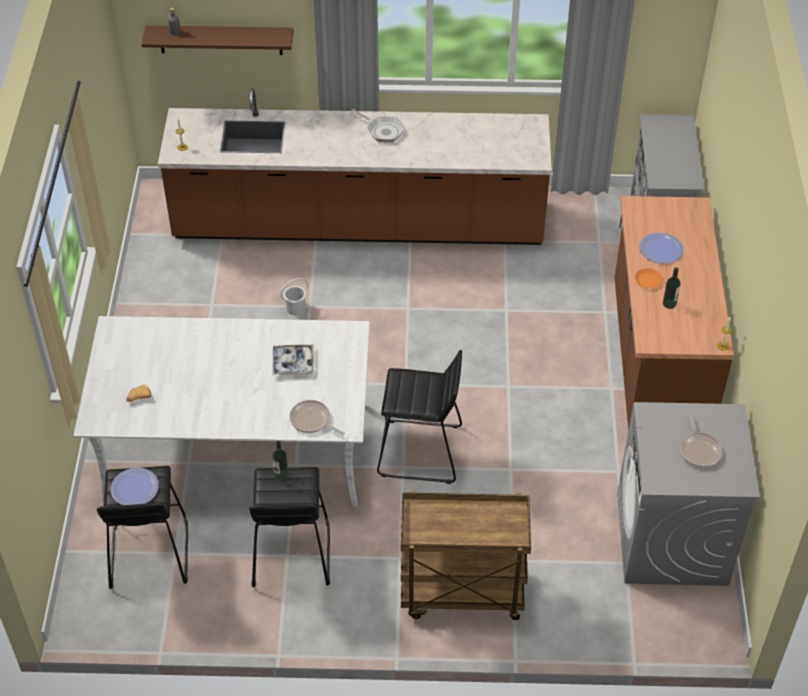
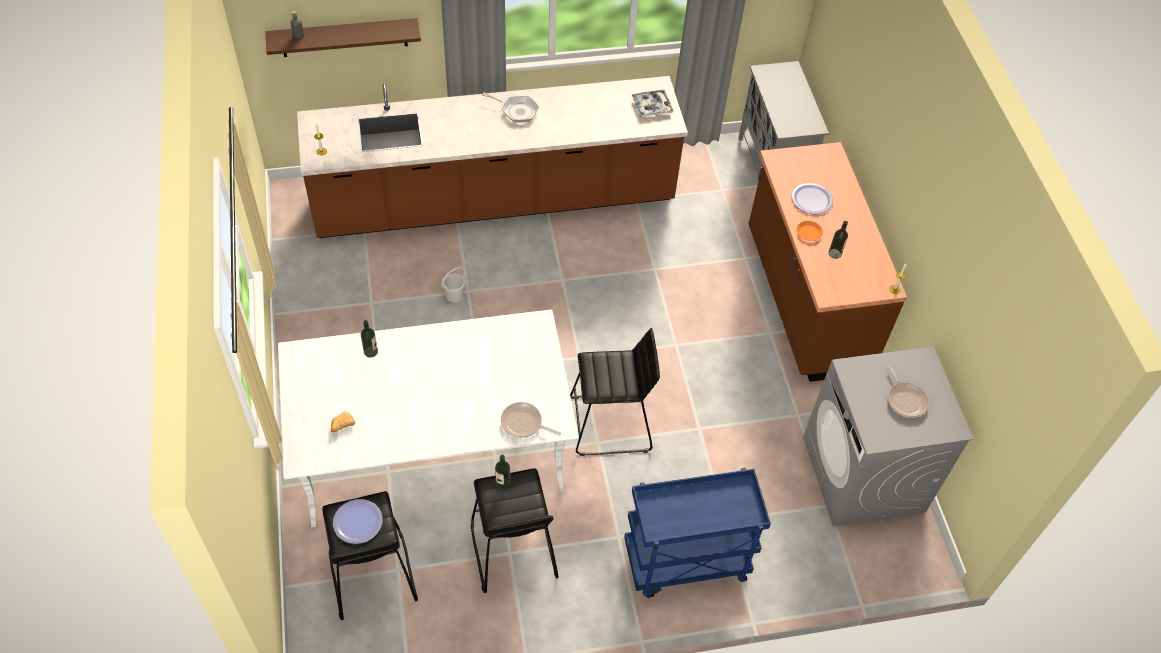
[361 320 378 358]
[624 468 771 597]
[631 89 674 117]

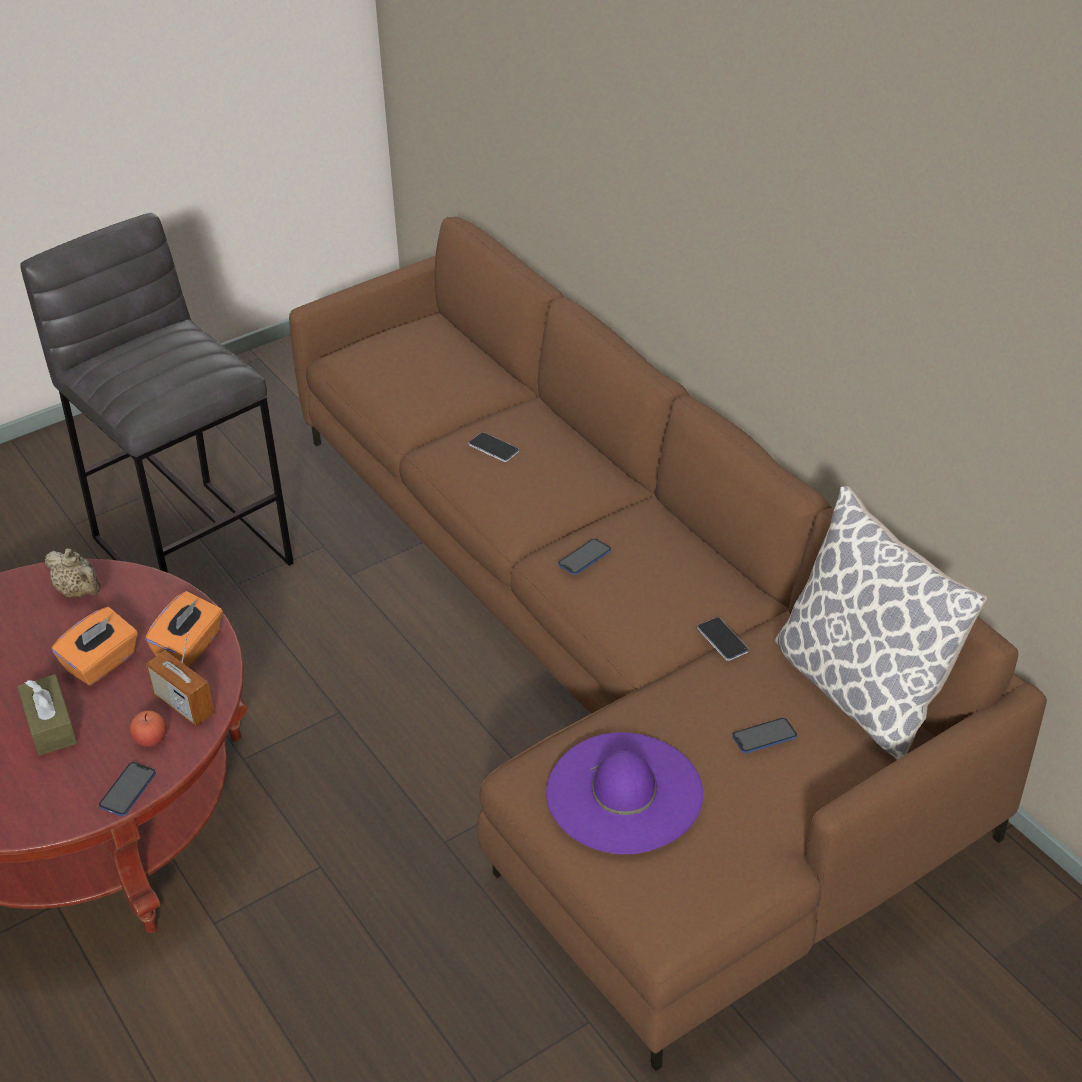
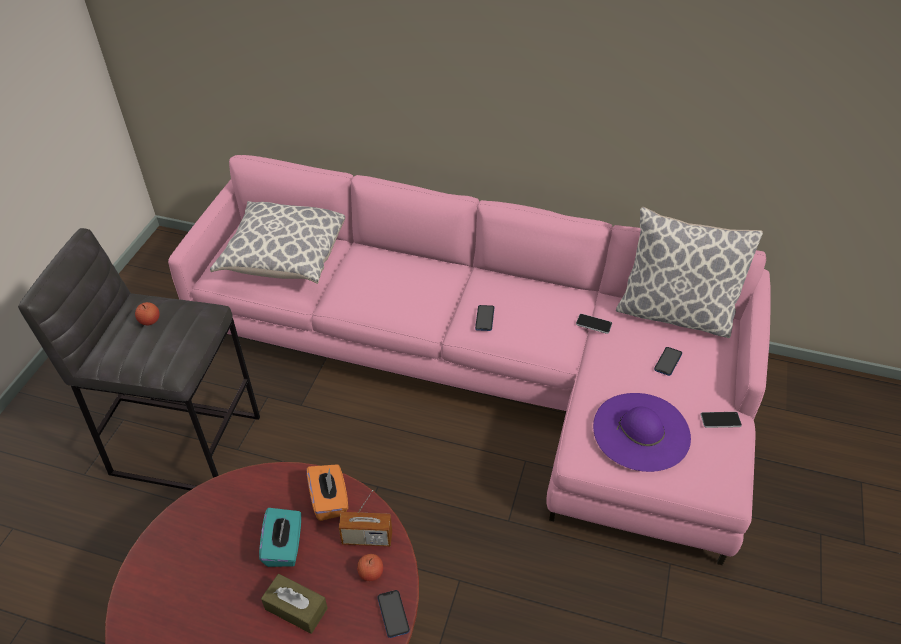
[135 302 160 325]
[168 155 771 565]
[210 201 345 284]
[259 508 301 567]
[701 412 742 428]
[45 548 100 597] (first image)

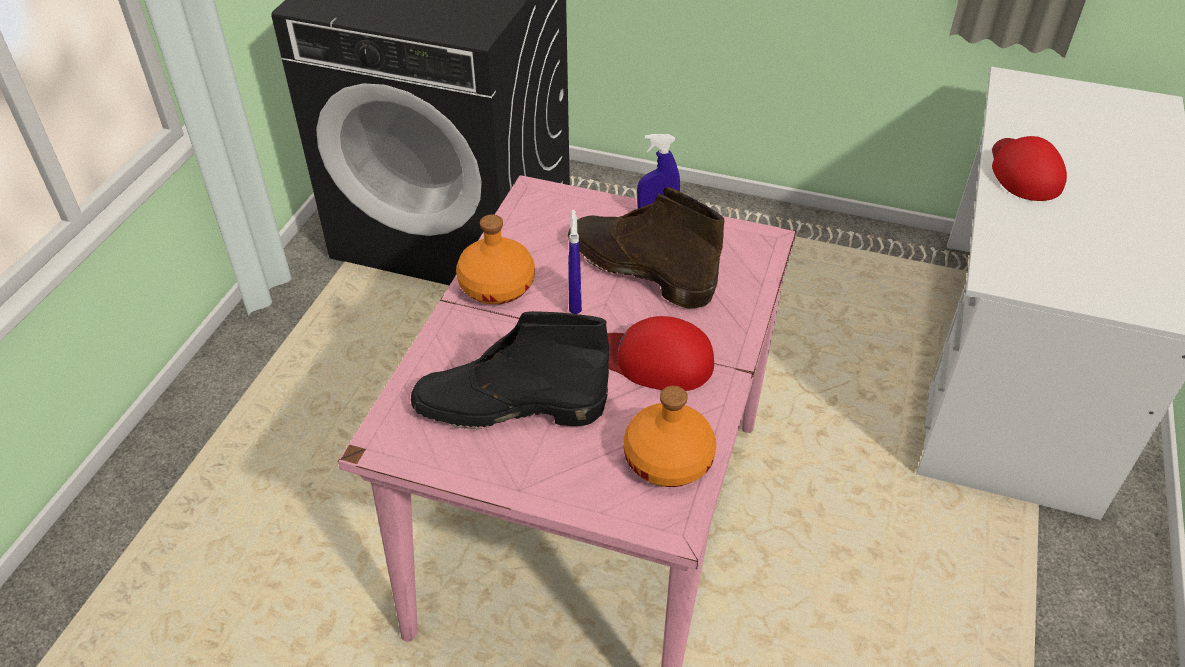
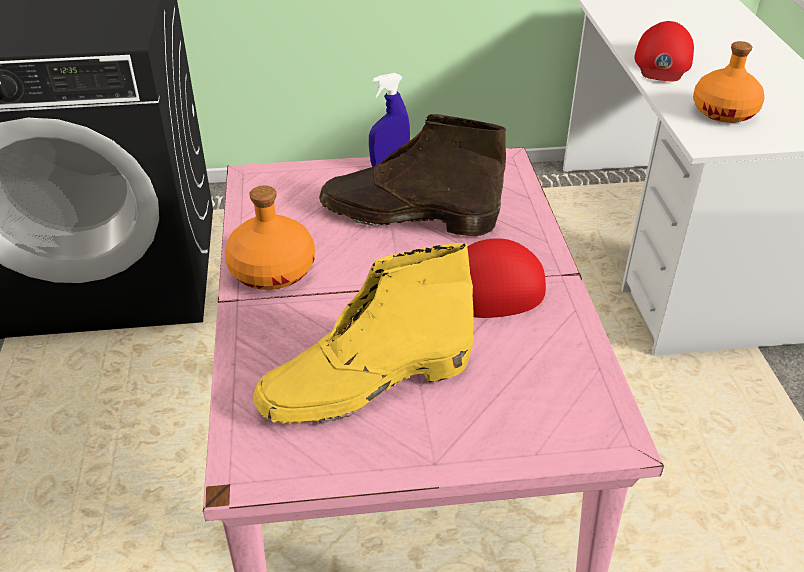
[253 243 474 424]
[634 21 694 81]
[693 41 764 123]
[568 210 582 314] (first image)

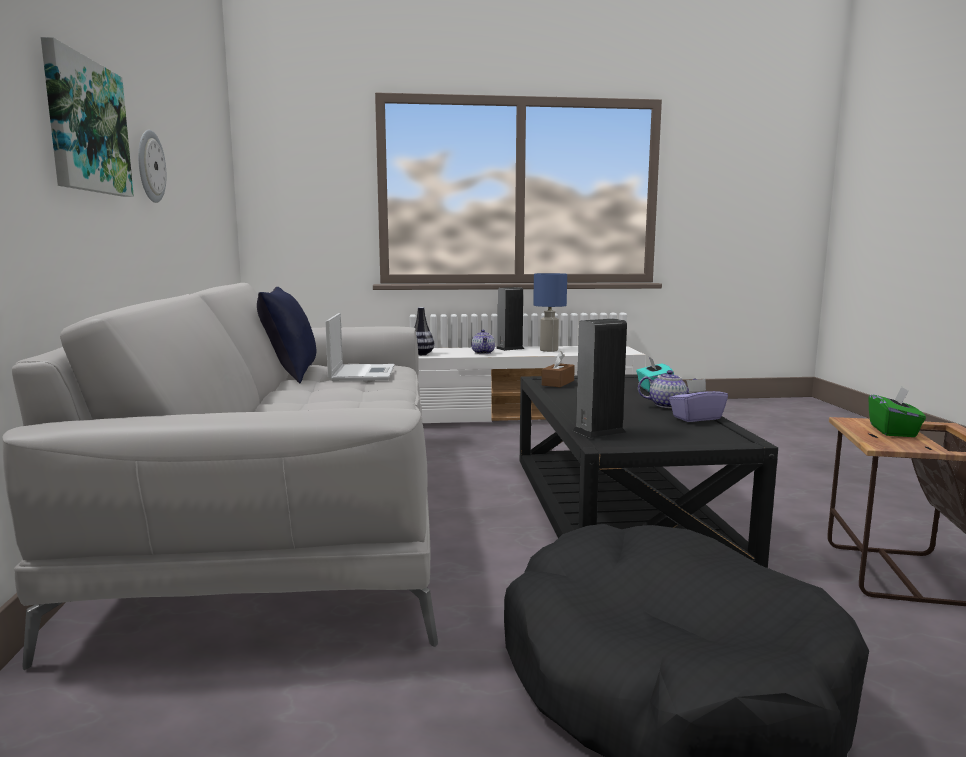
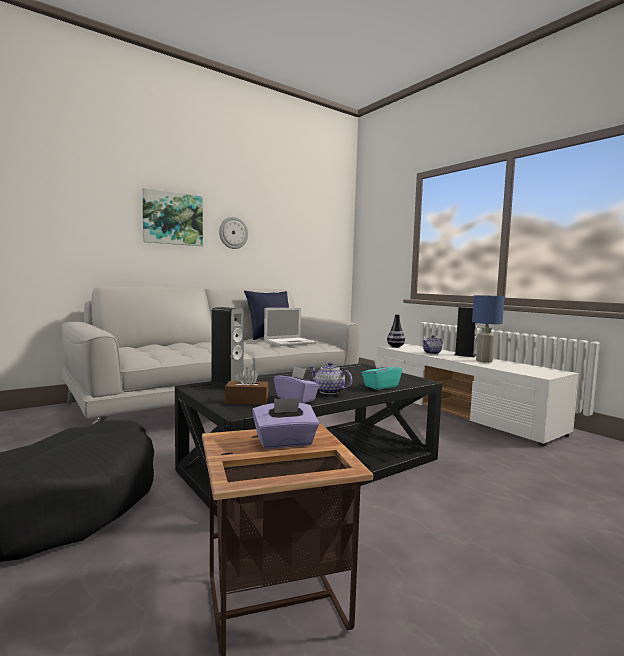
[225 367 268 404]
[252 398 319 449]
[310 362 352 394]

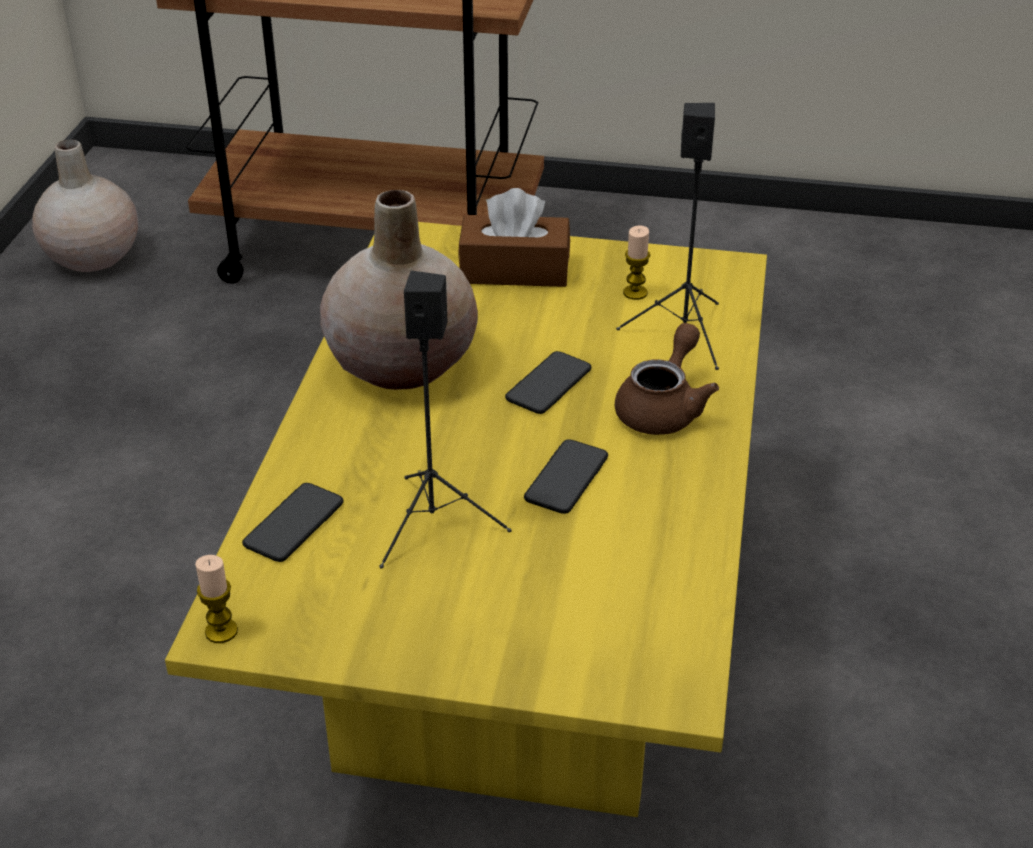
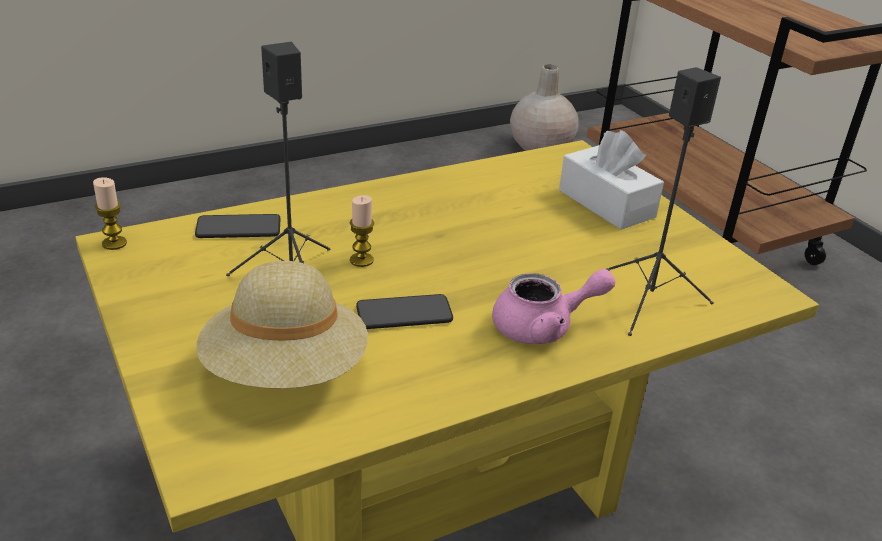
[196 261 368 389]
[350 195 374 267]
[492 269 615 344]
[559 130 664 230]
[320 190 478 390] (first image)
[505 351 591 414] (first image)

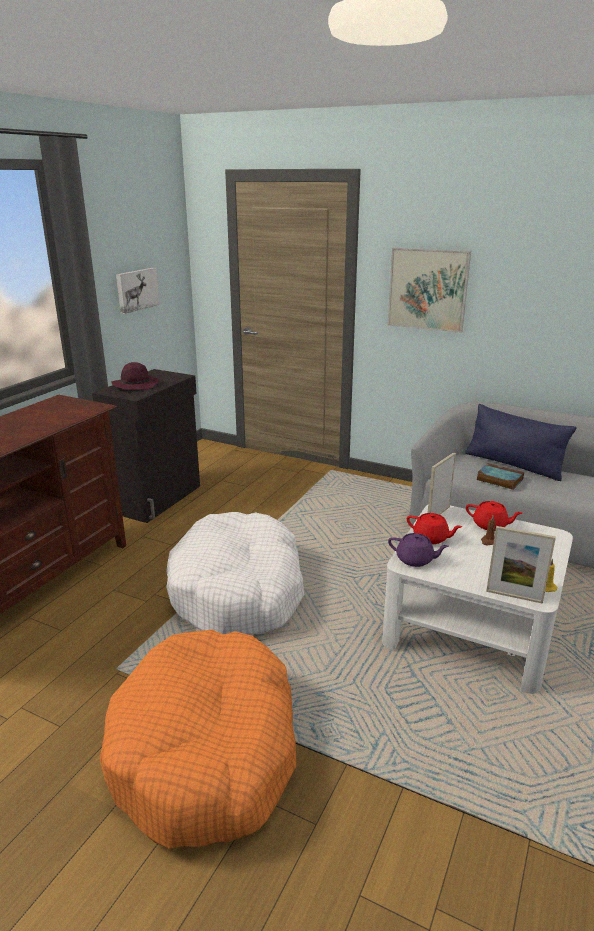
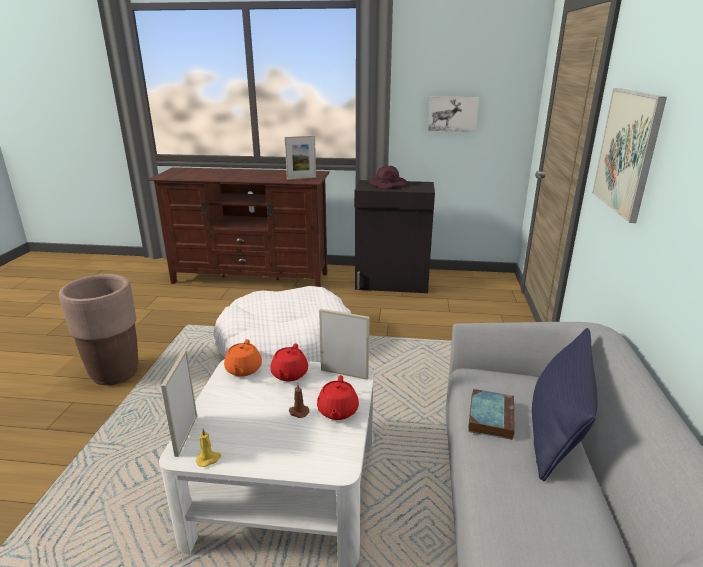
[59 274 138 385]
[224 339 262 377]
[285 135 316 180]

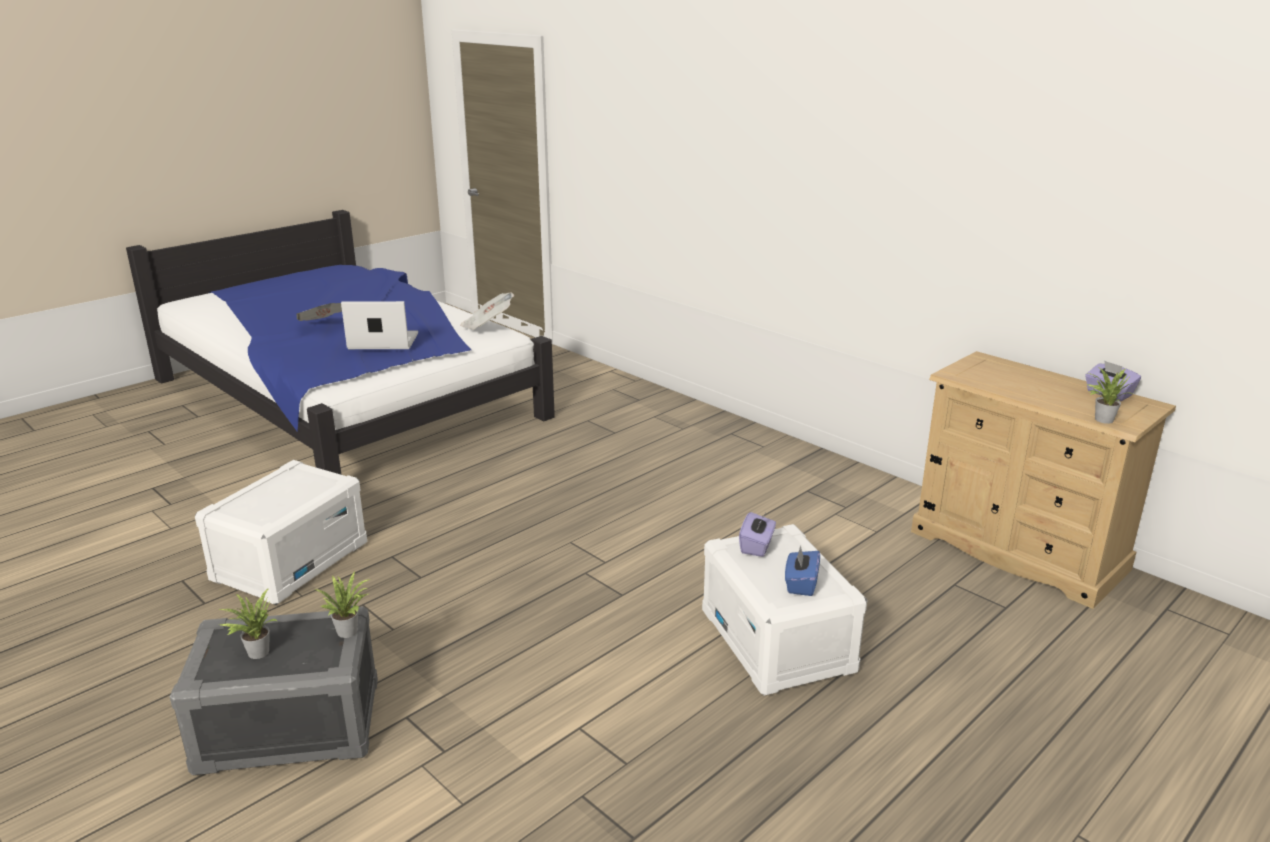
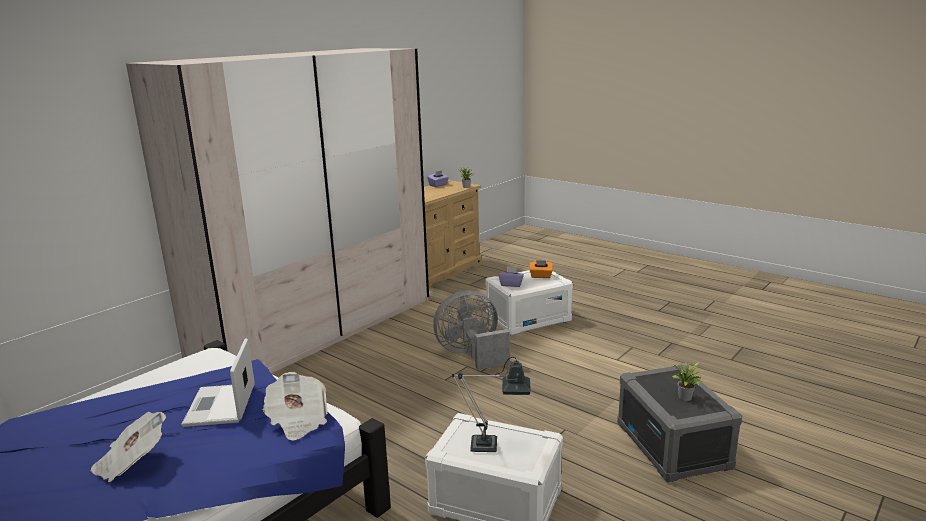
[126 48 429 373]
[263 372 327 441]
[433 290 510 370]
[452 357 531 452]
[529 260 553 278]
[314 572 370 638] (first image)

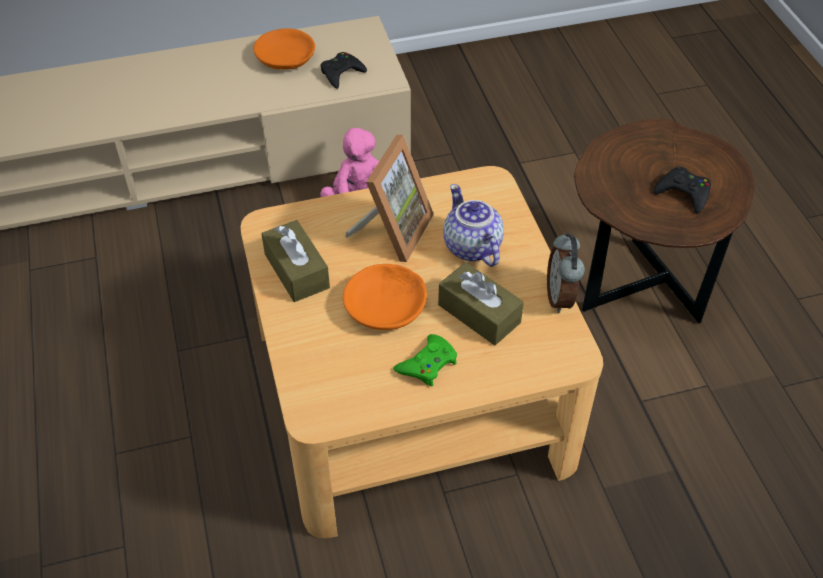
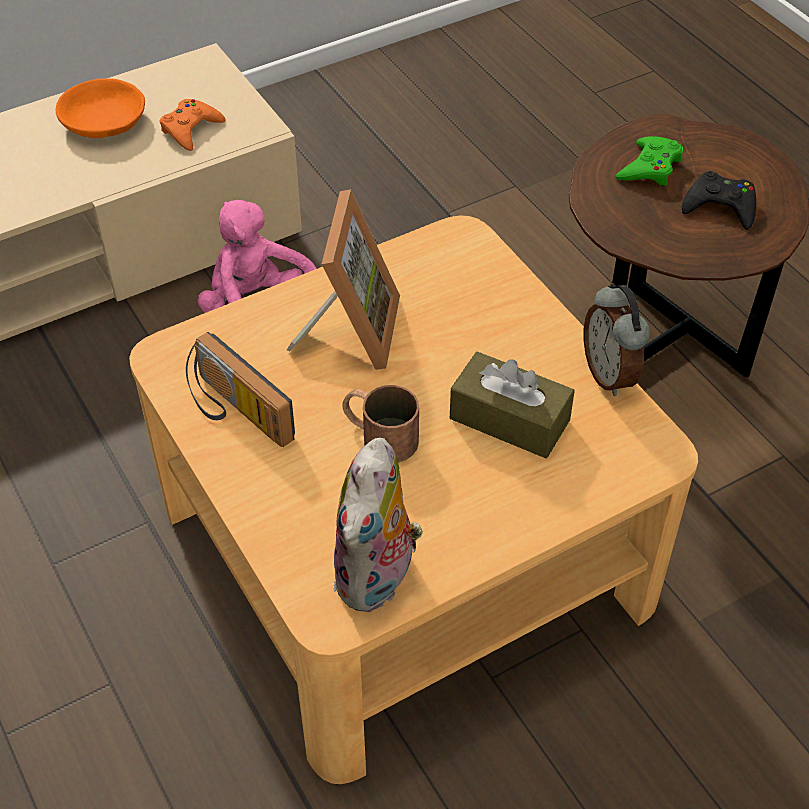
[160 99 225 151]
[186 332 295 447]
[333 438 423 612]
[342 385 419 463]
[615 136 683 186]
[443 184 504 267] (first image)

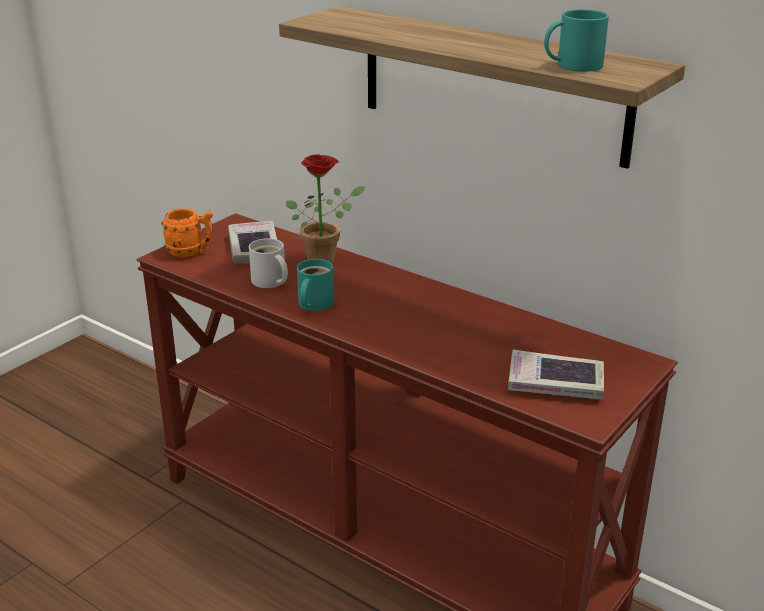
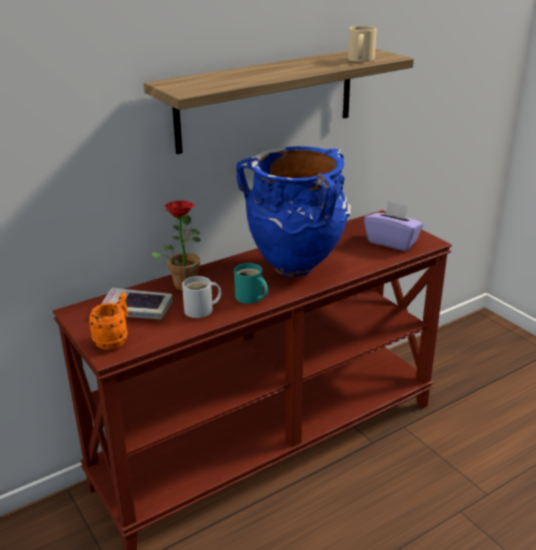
[236 146 351 277]
[348 26 377 62]
[364 201 424 251]

